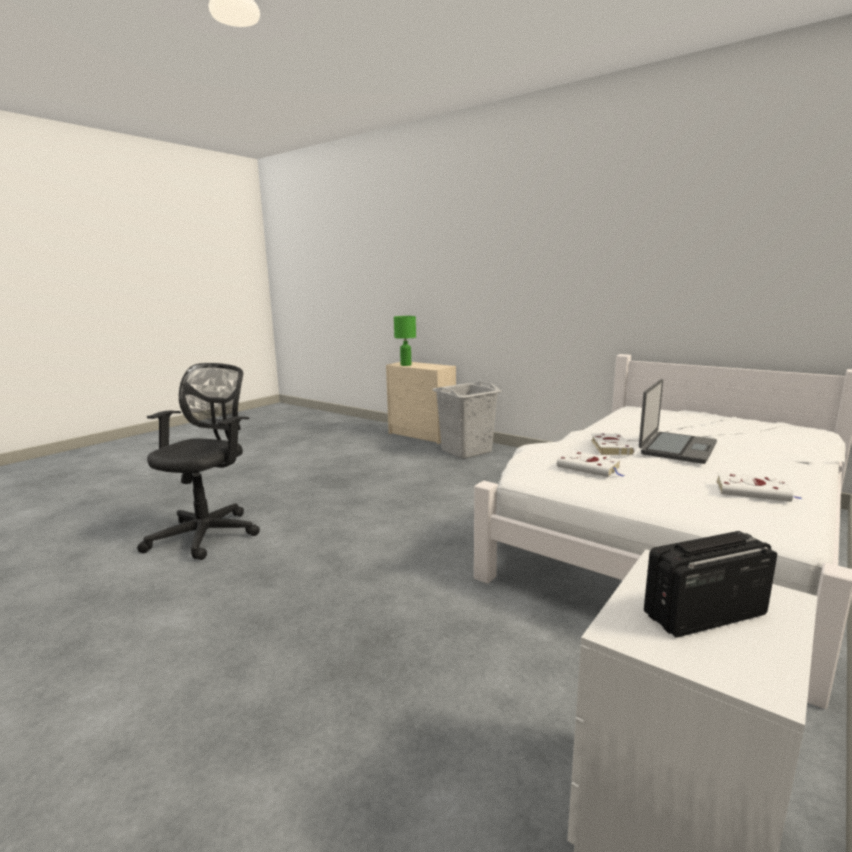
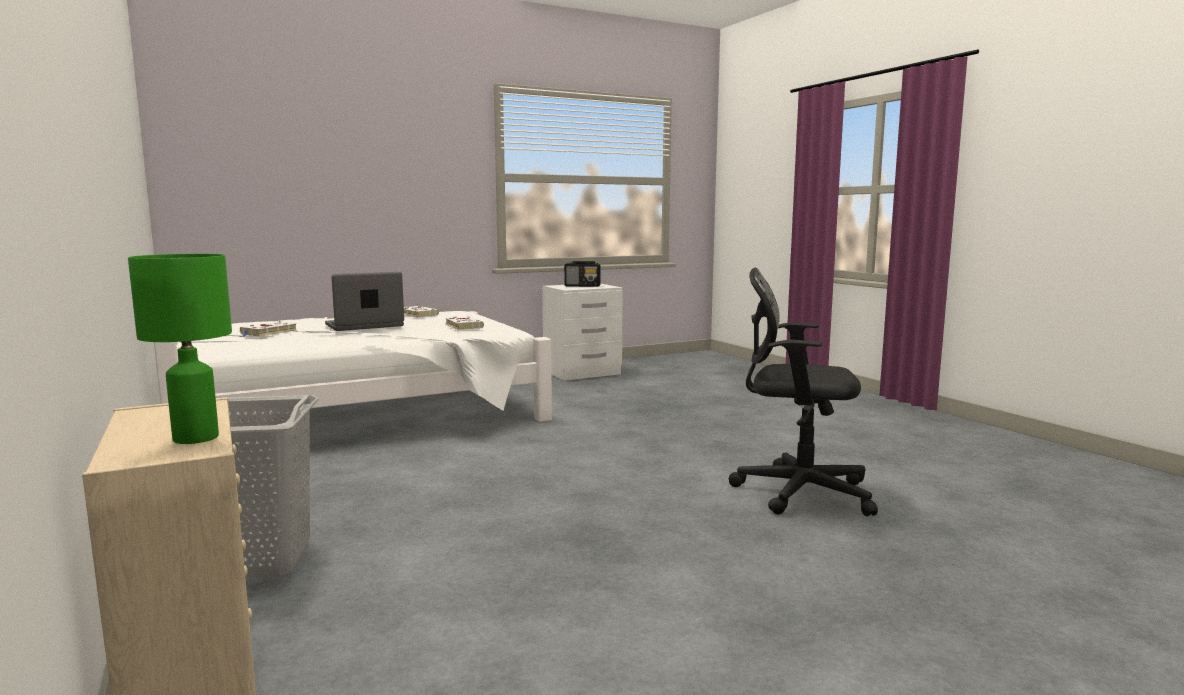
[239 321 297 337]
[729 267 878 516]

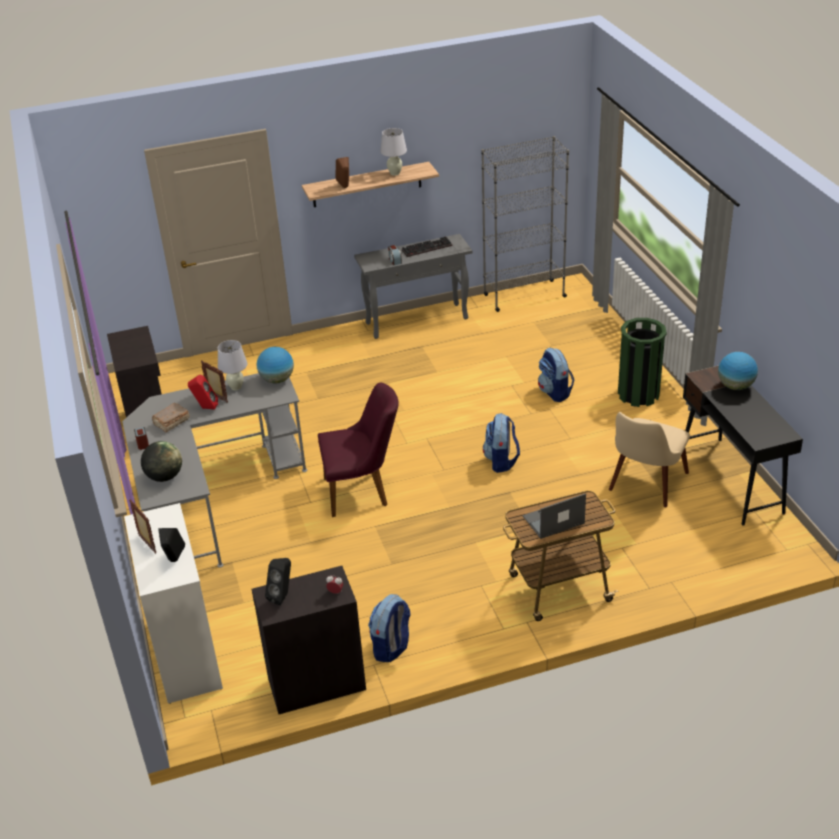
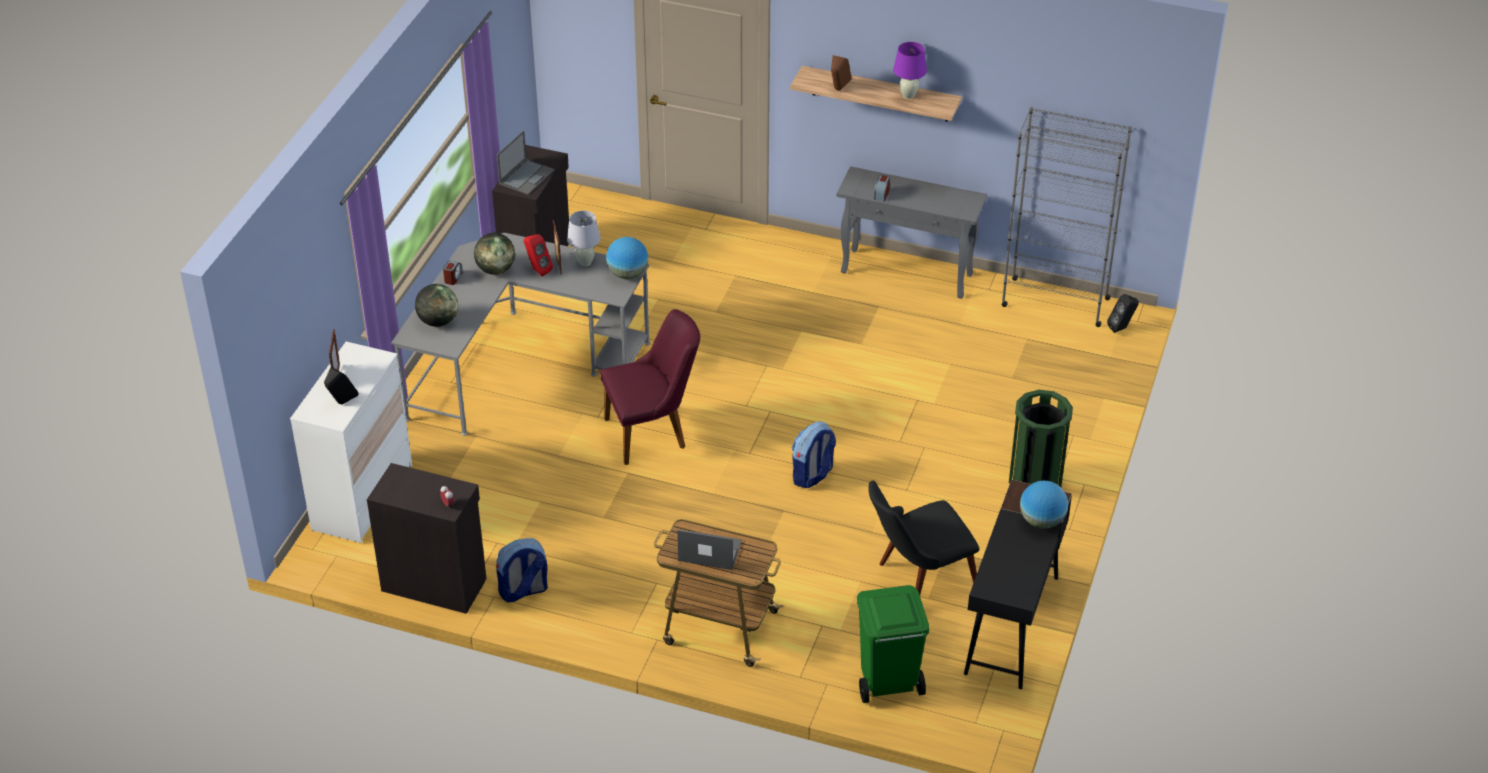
[474 232 515 275]
[496 131 554 195]
[600 309 700 465]
[857 585 929 703]
[868 481 979 595]
[893 42 927 99]
[1107 294 1139 333]
[402 237 452 257] (first image)
[538 347 575 402] (first image)

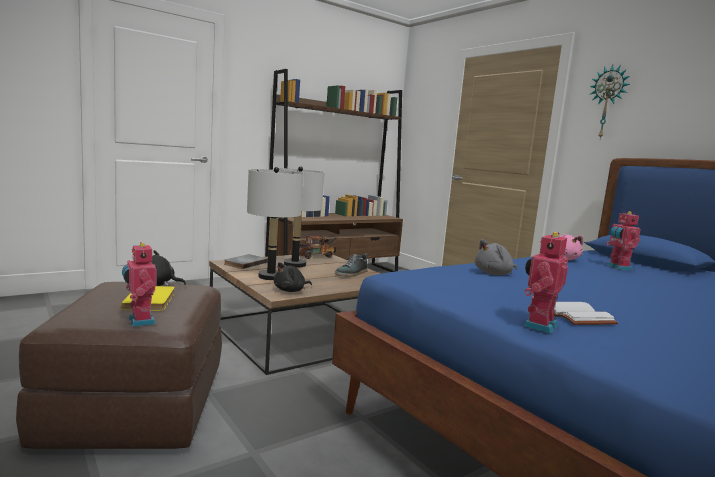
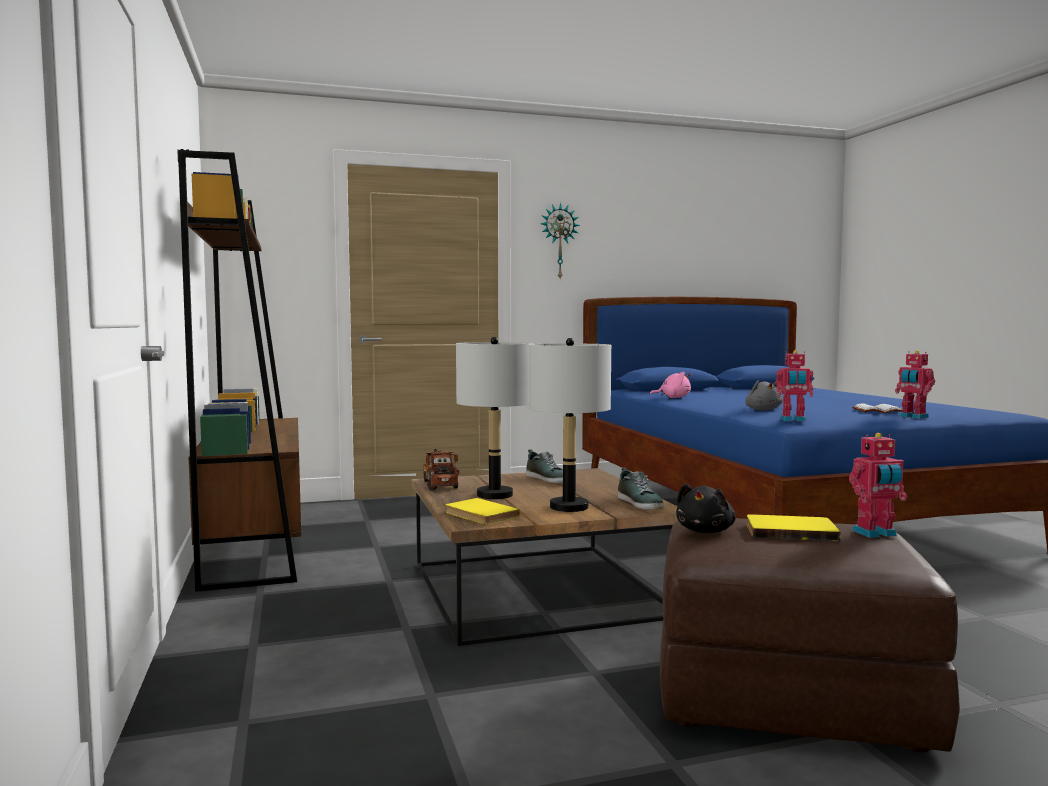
[445 498 520 525]
[618 468 664 510]
[776 350 813 421]

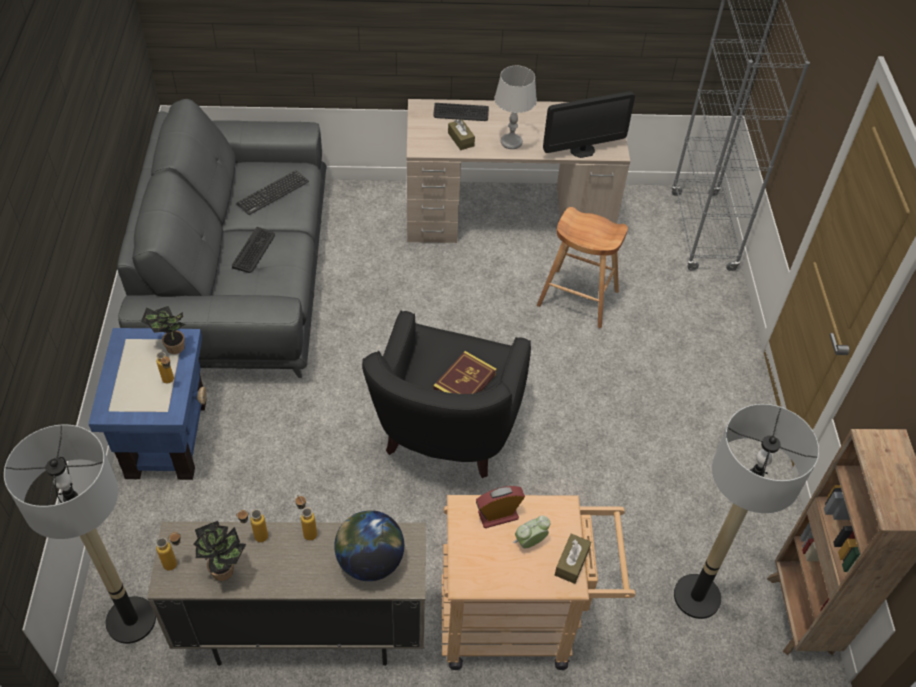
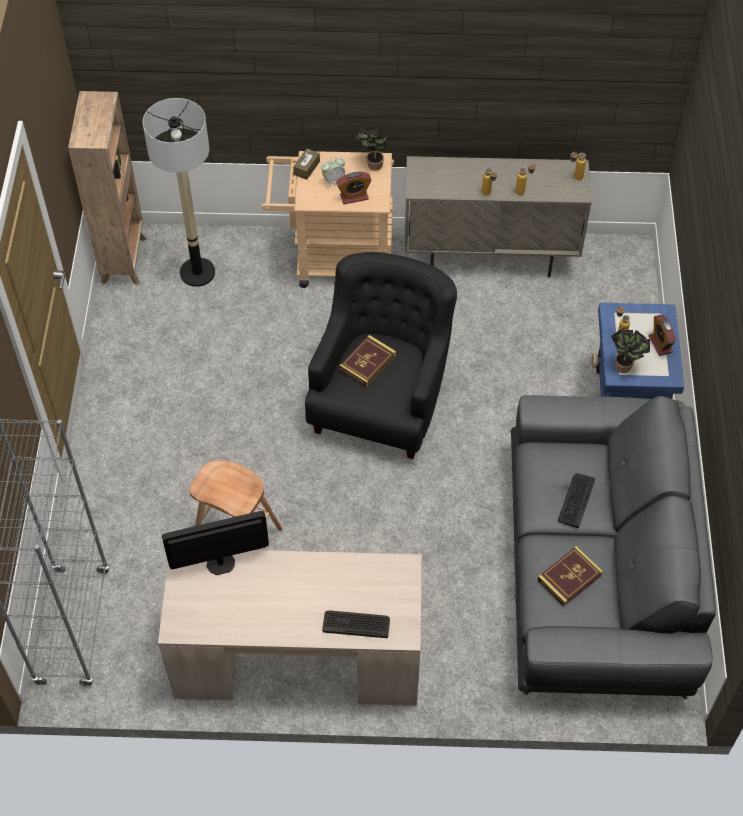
[355 128 389 171]
[537 546 603 606]
[649 314 676 356]
[4 425 156 644] (first image)
[334 510 404 581] (first image)
[448 119 475 150] (first image)
[494 66 537 149] (first image)

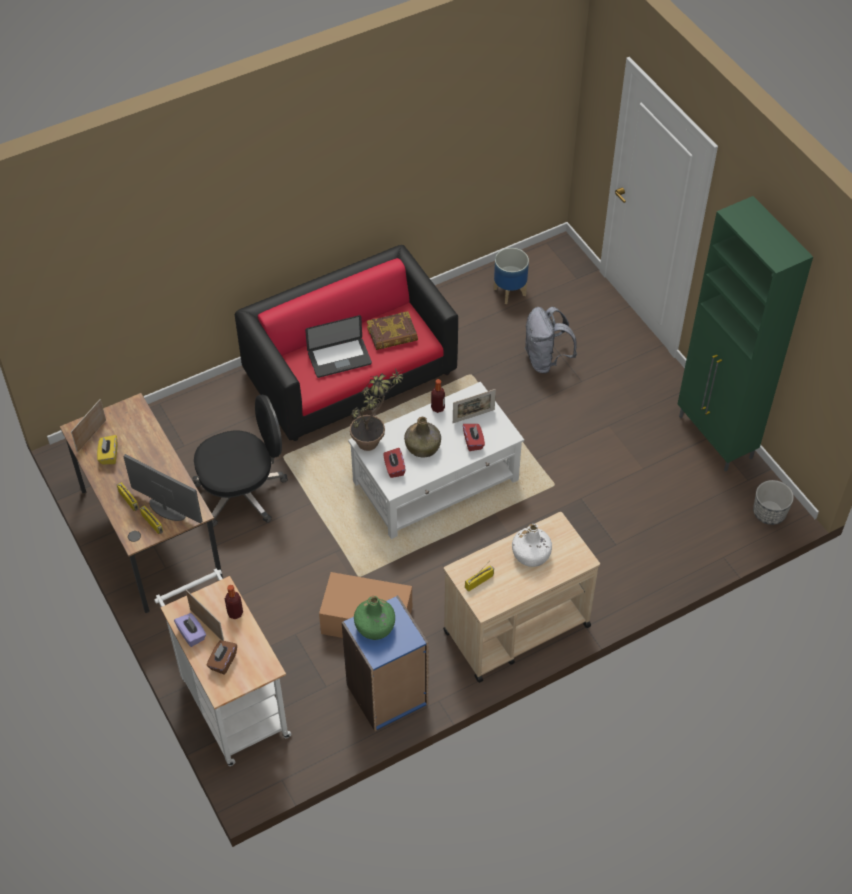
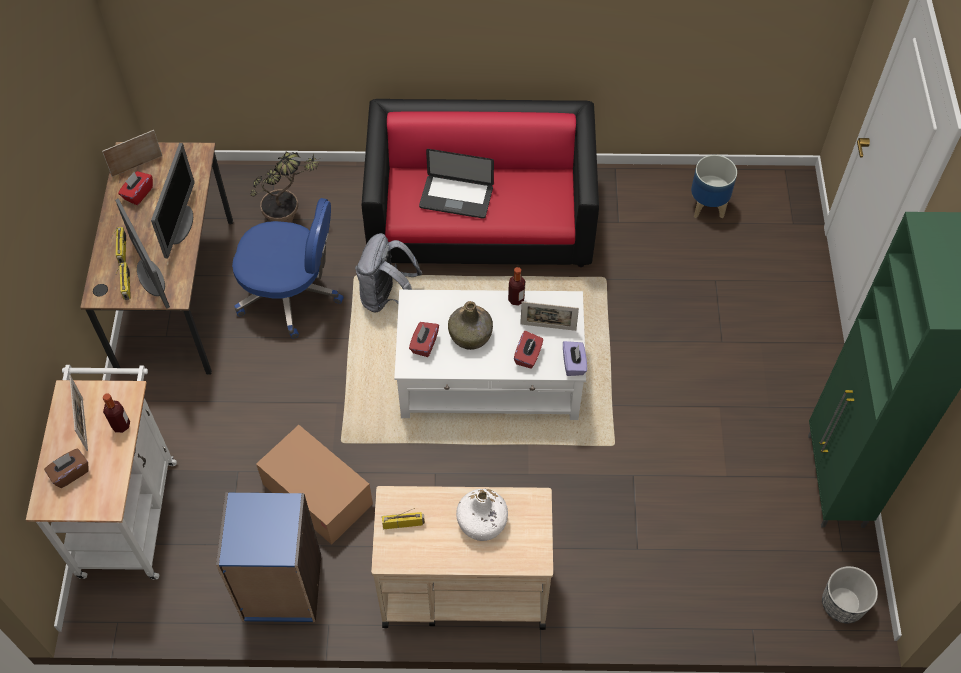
[118 171 153 205]
[151 143 195 258]
[232 198 344 338]
[250 151 319 223]
[355 233 422 313]
[563 341 587 376]
[354 596 395 640] (first image)
[367 311 418 350] (first image)

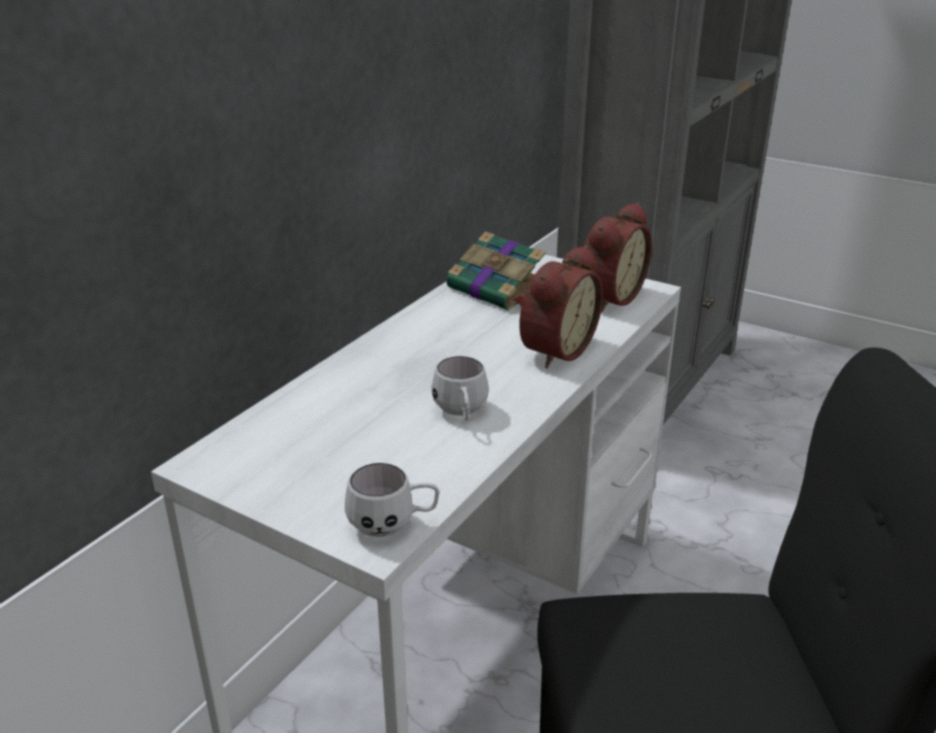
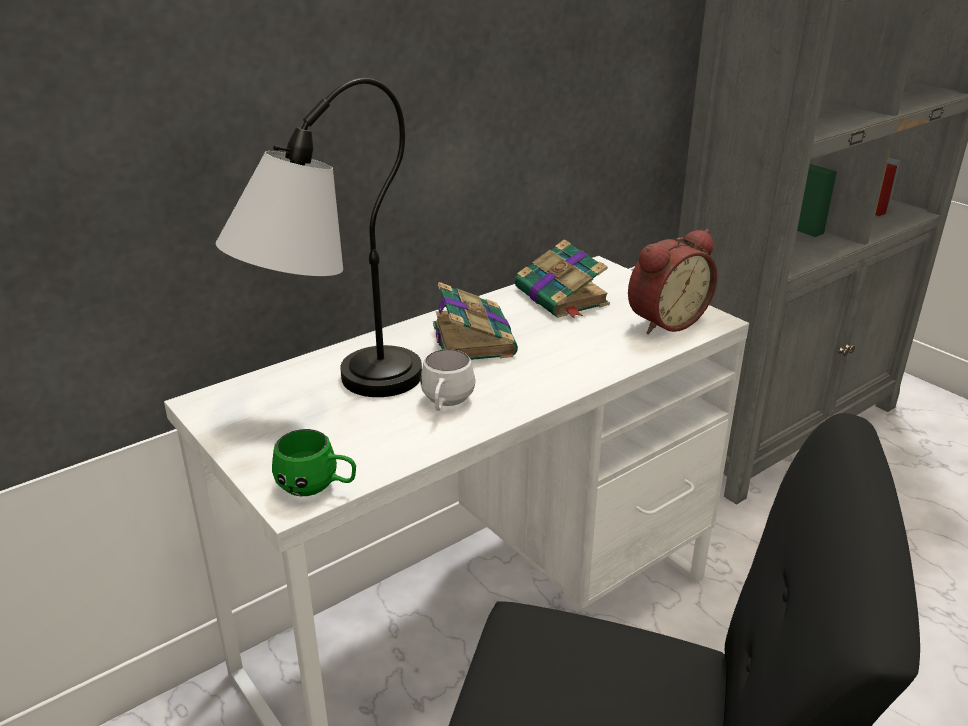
[216 78 422 397]
[272 429 356 496]
[433 282 518 360]
[519 245 603 368] (first image)

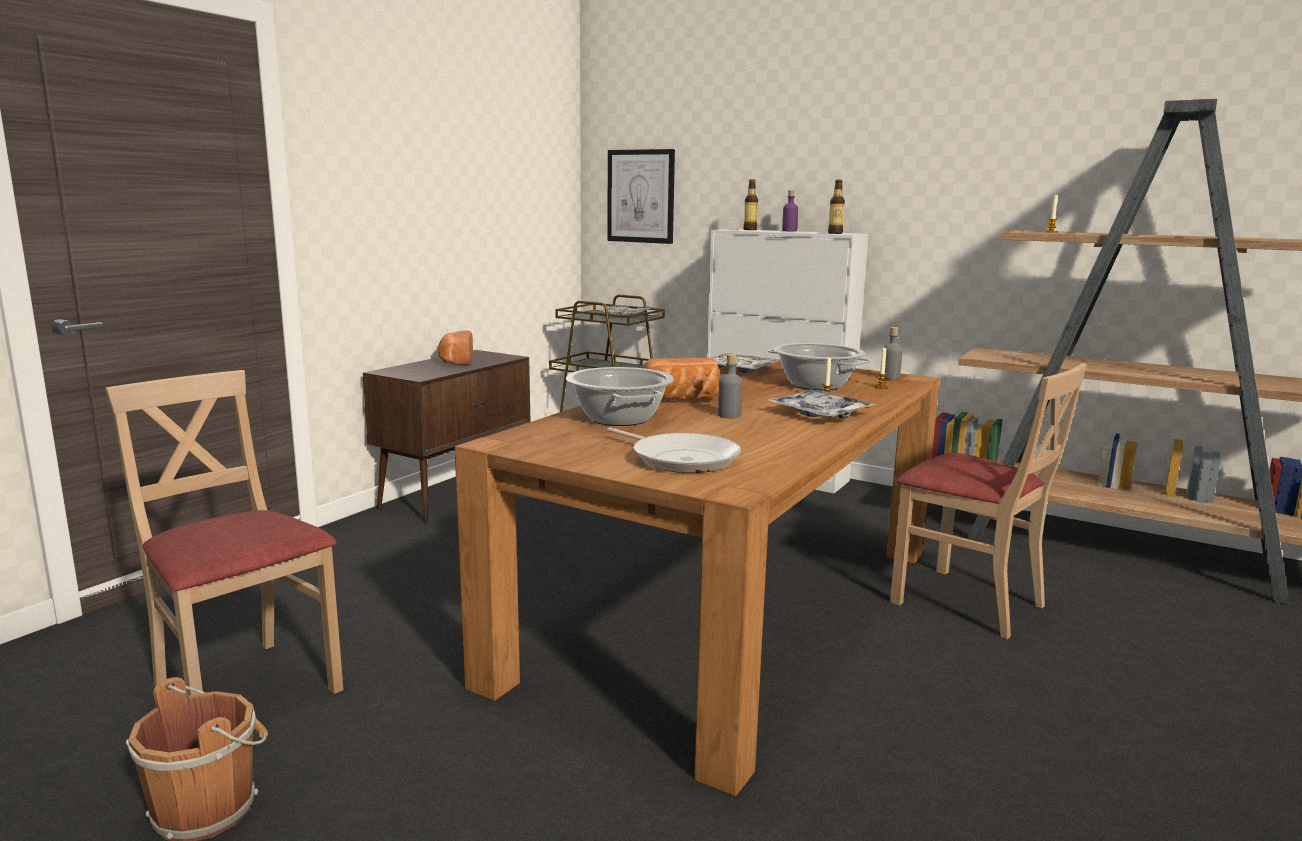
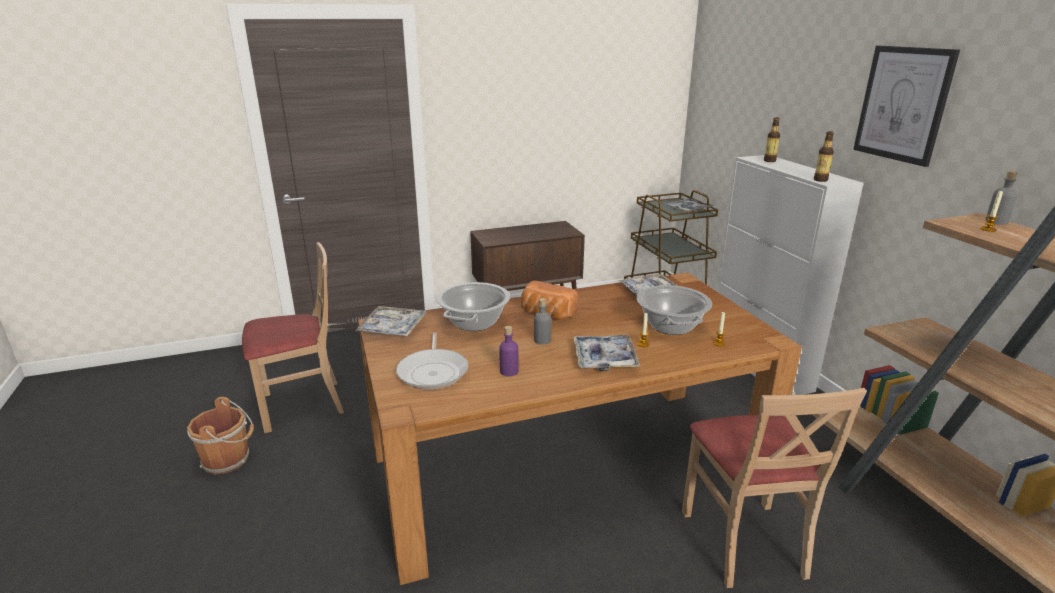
[242 242 344 433]
[355 306 426 336]
[499 326 519 376]
[853 46 960 167]
[985 171 1018 225]
[438 331 473 366] (first image)

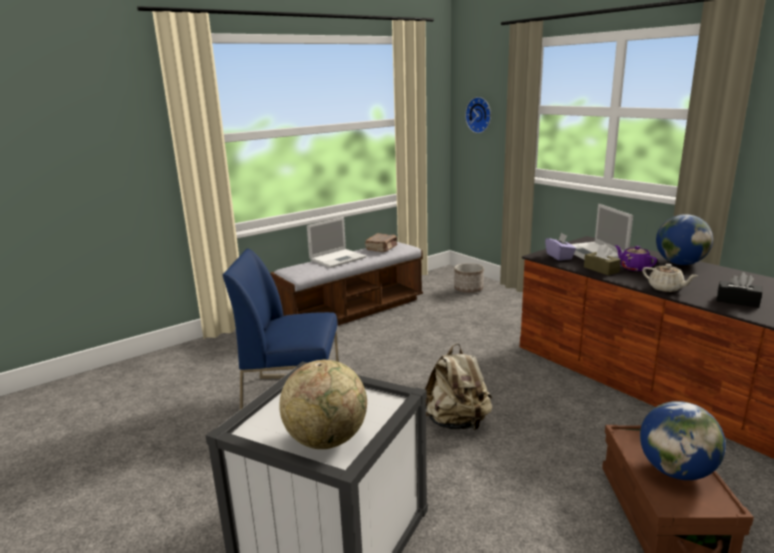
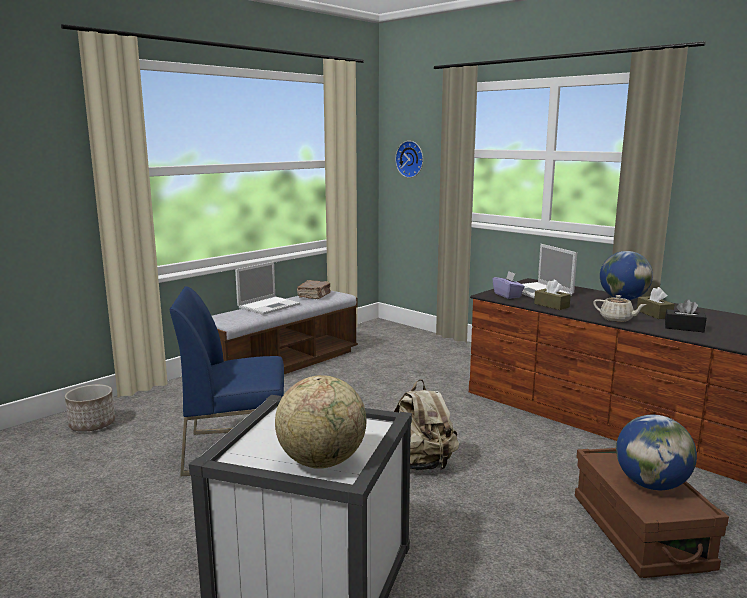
[65 384 115 432]
[637 287 674 319]
[615 245 657 271] (first image)

